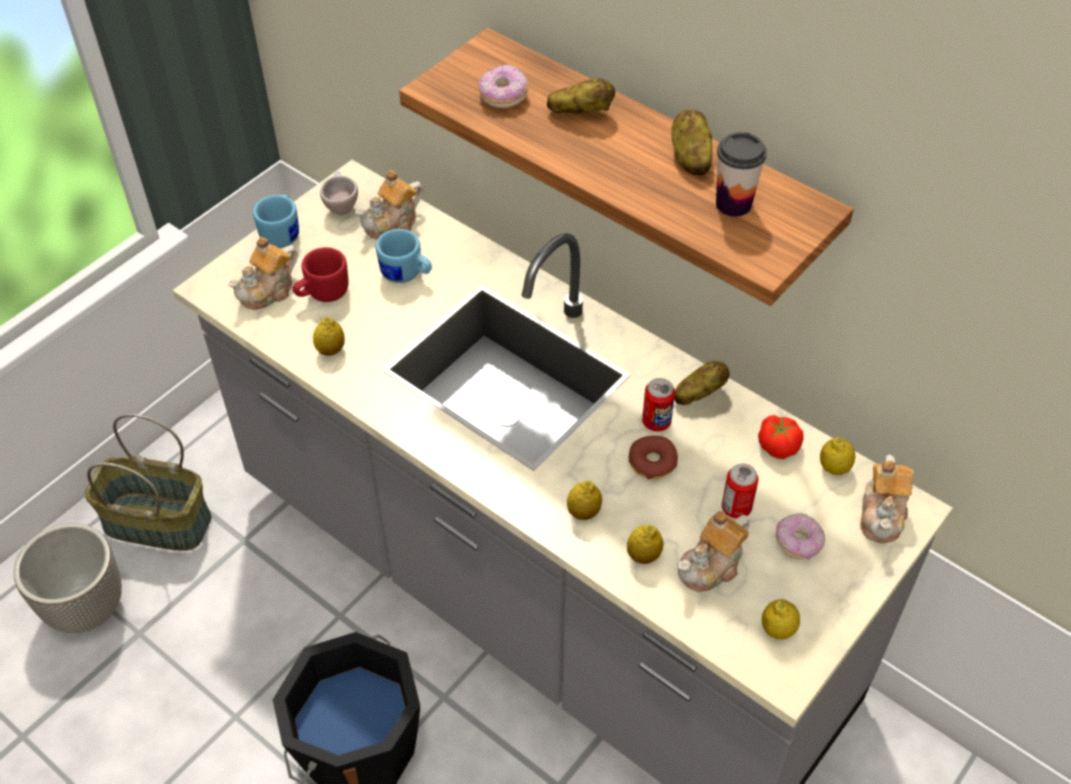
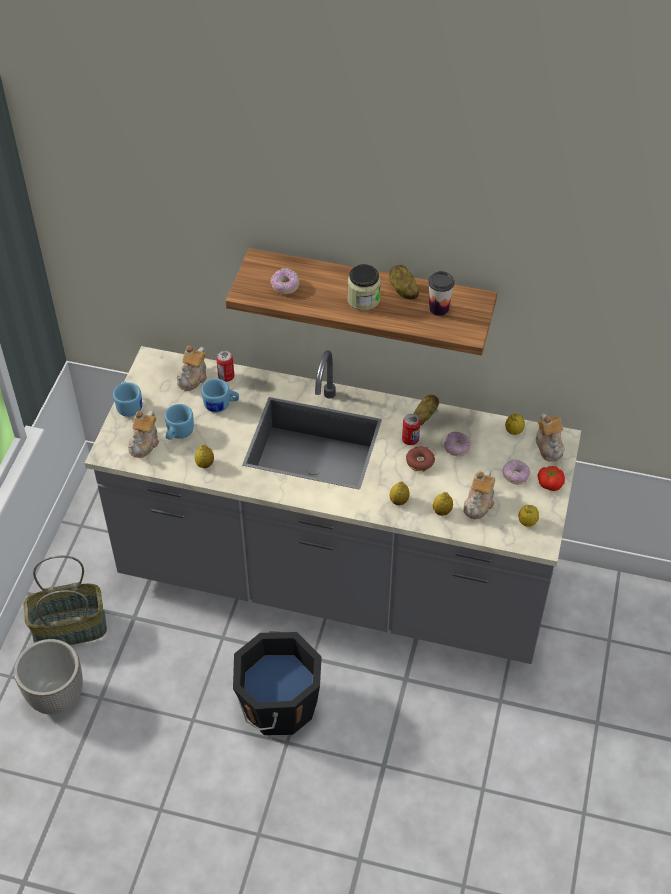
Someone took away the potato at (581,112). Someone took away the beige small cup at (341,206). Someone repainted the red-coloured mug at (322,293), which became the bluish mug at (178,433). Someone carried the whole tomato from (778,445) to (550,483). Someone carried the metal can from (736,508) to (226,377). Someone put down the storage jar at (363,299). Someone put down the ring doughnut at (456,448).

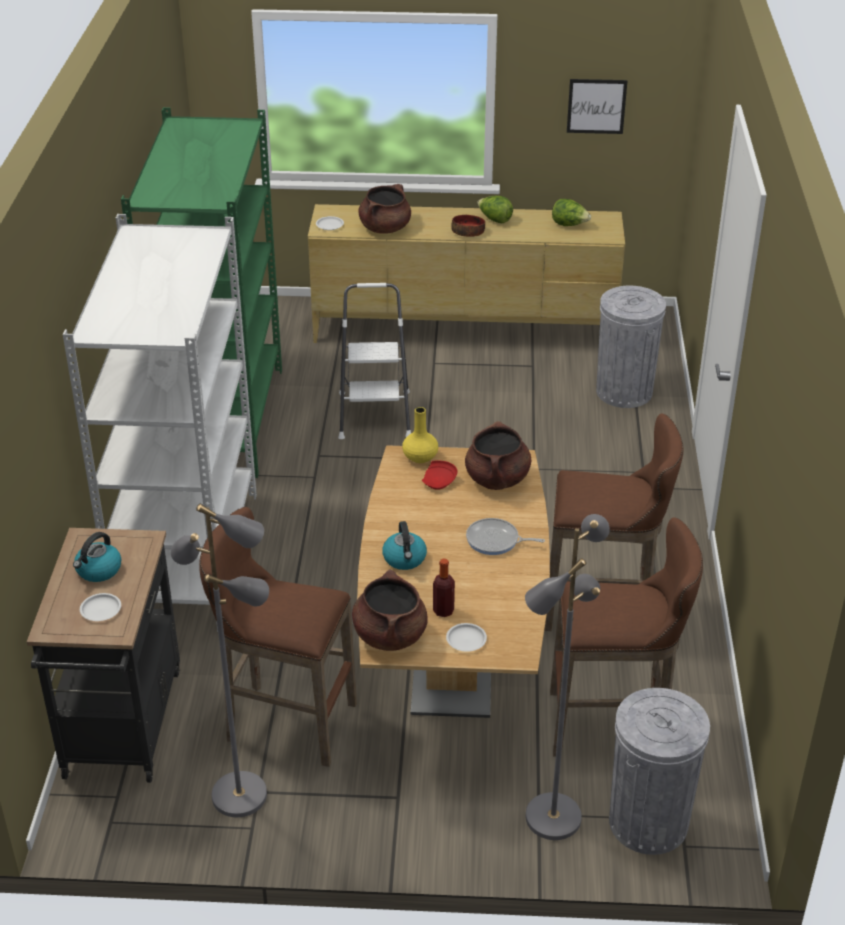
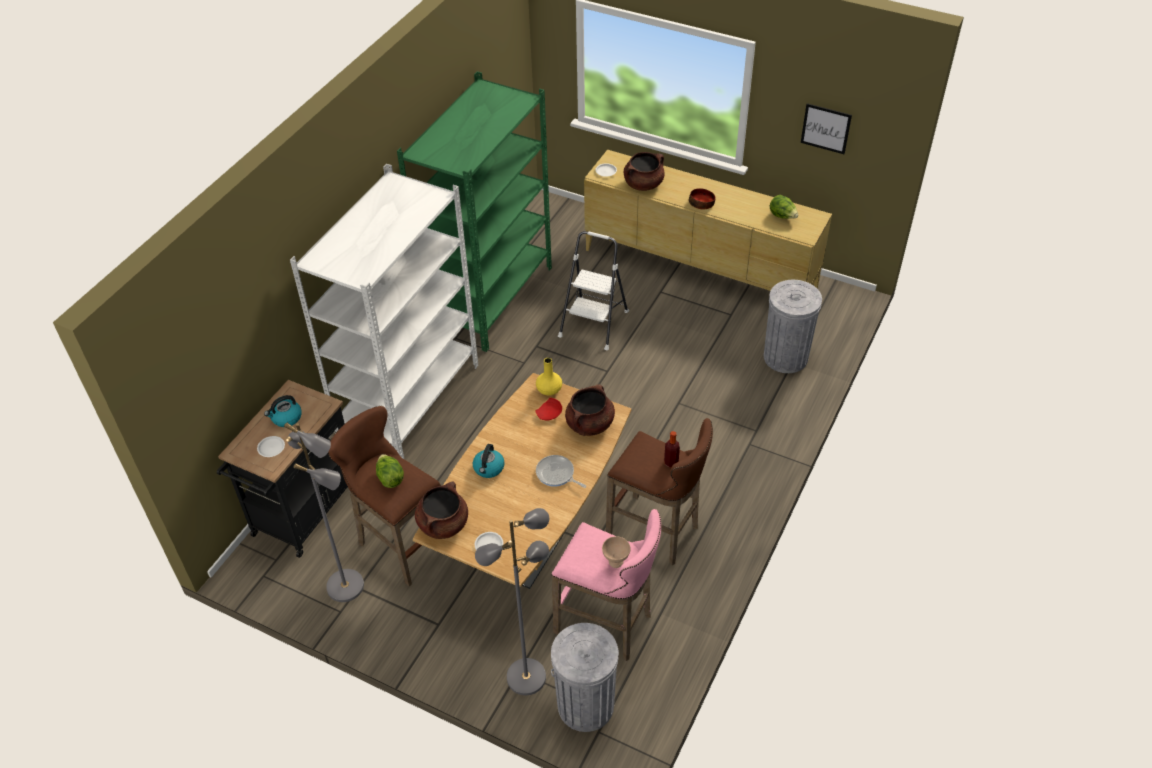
Someone carried the lettuce head from (494,220) to (390,478). Someone repainted the brownish stool at (613,725), which became the pink stool at (608,624). Someone carried the bottle from (443,611) to (671,462). Someone put down the beige deep dish at (616,561).

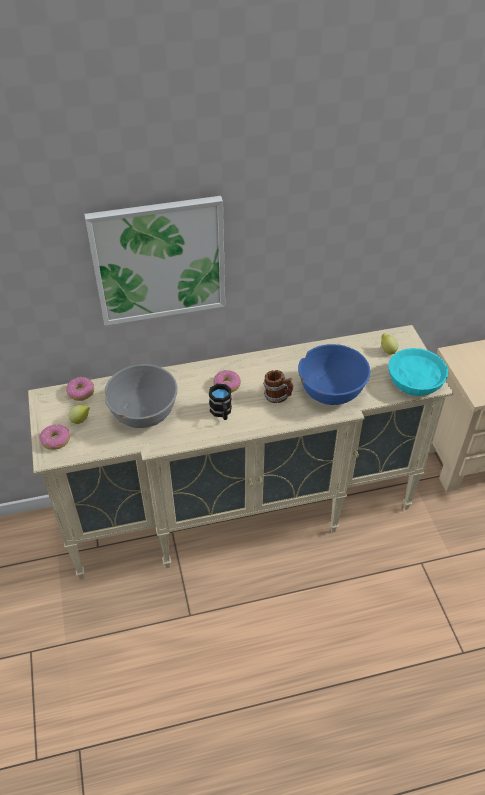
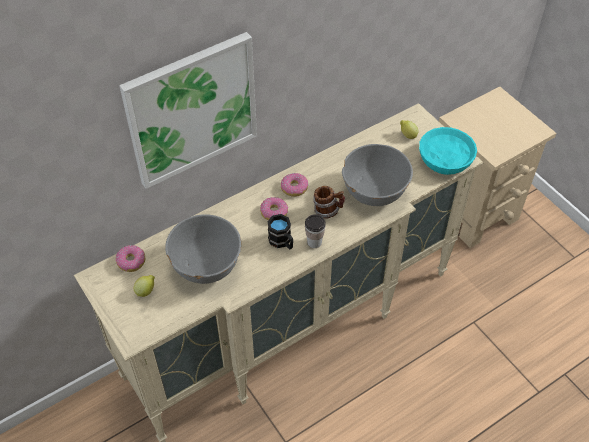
Someone repainted the bluish deep dish at (331,391), which became the greyish deep dish at (374,191). Someone carried the ring doughnut from (56,440) to (294,188). Someone put down the small cup at (314,242).

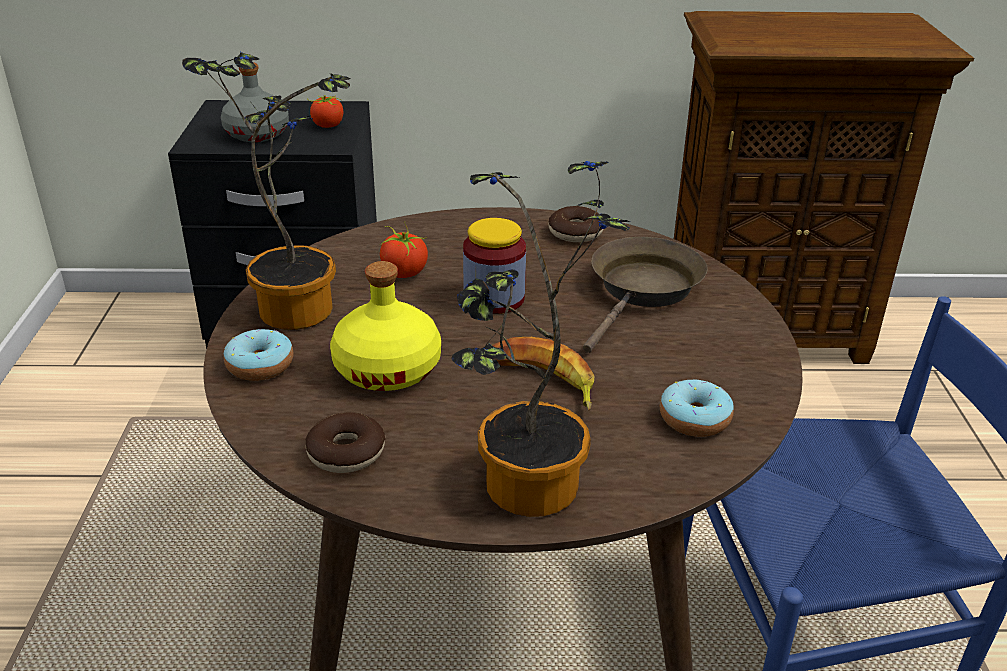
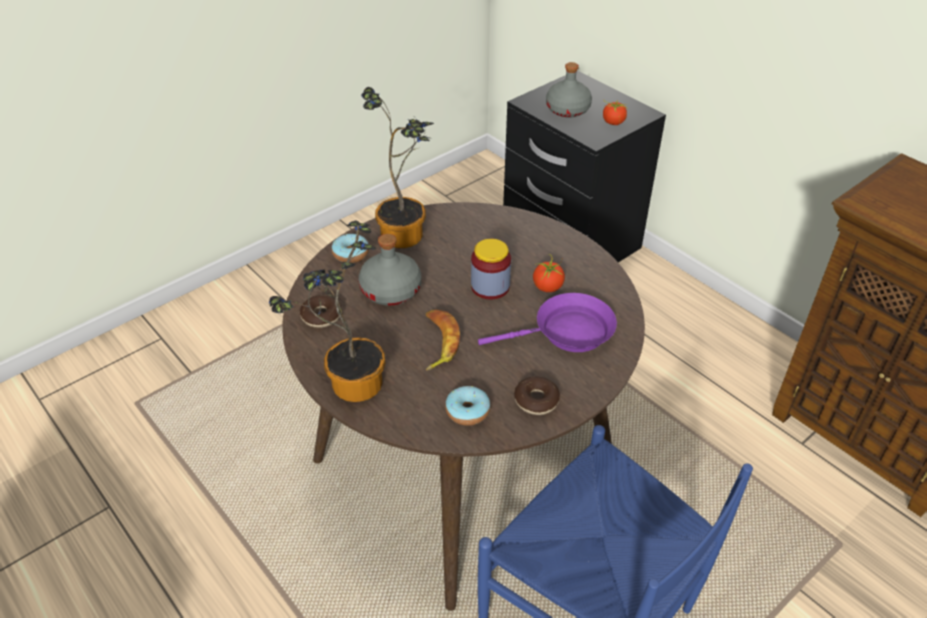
Someone carried the ring doughnut from (575,233) to (536,400). Someone carried the whole tomato from (404,273) to (547,287). Someone repainted the brownish skillet at (643,291), which became the purple skillet at (567,333). Someone repainted the yellow-coloured bottle at (387,368), which became the greyish bottle at (391,290).

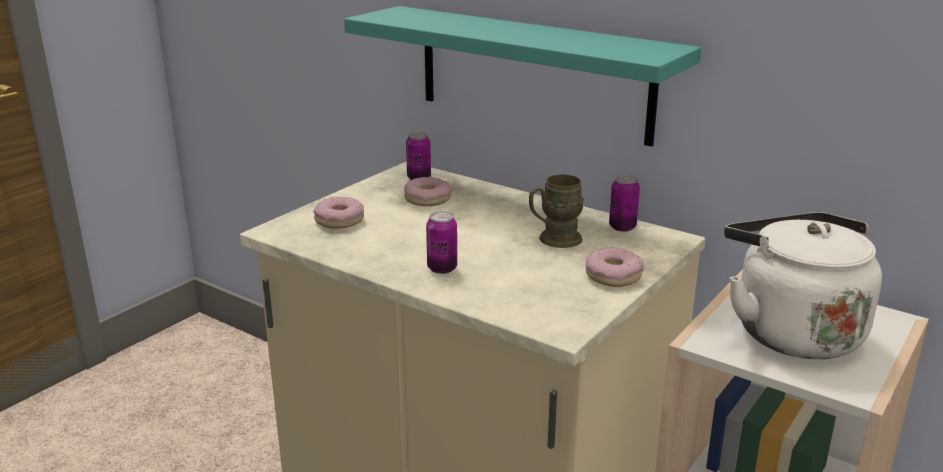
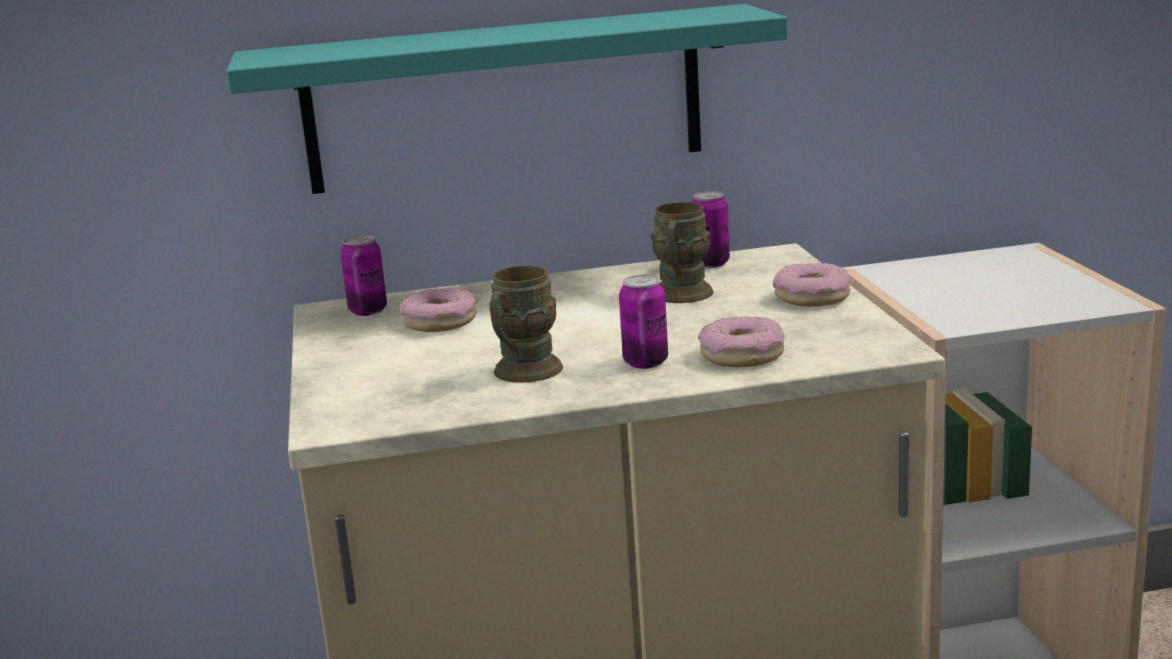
Someone carried the ring doughnut from (339,220) to (742,355). Someone took away the white-coloured kettle at (791,331). Someone put down the brownish mug at (522,374).

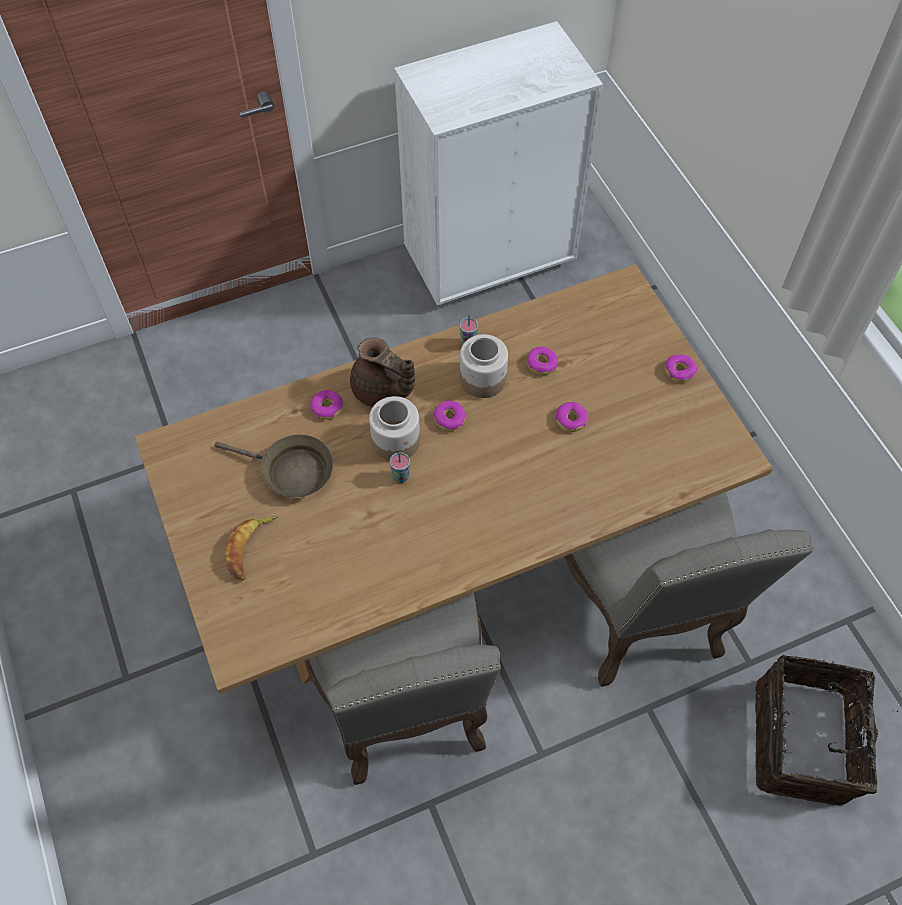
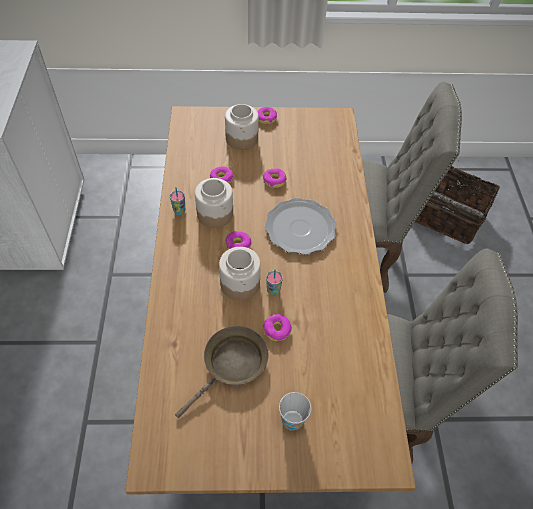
Someone took away the brownish tea pot at (382,391). Someone carried the ring doughnut from (327,408) to (277,330). Someone swapped the banana at (250,549) for the small cup at (292,420). Someone put down the storage jar at (242,138). Someone put down the dinner plate at (300,228).

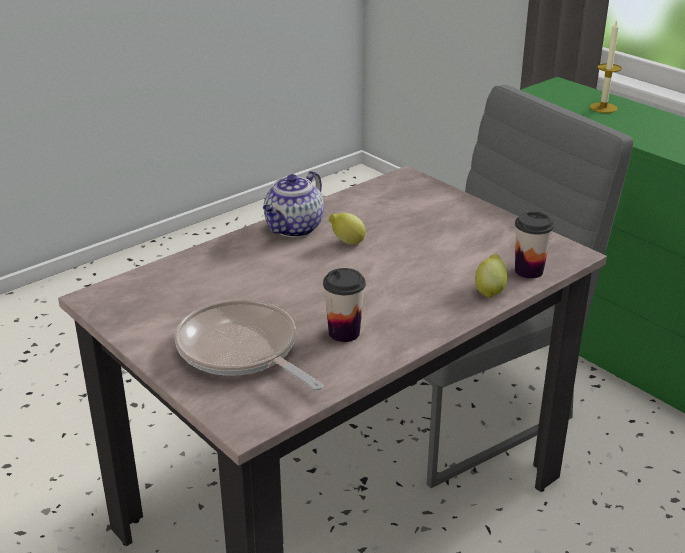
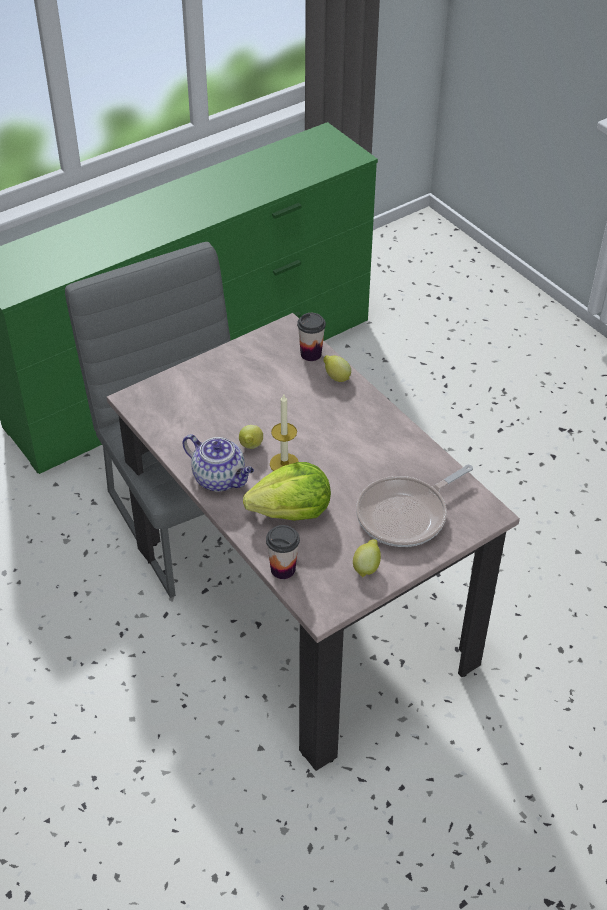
Someone carried the wax light from (603,108) to (284,464). Someone carried the small cup from (344,333) to (283,569). Someone put down the lettuce head at (291,511). Someone put down the whole lemon at (367,567).

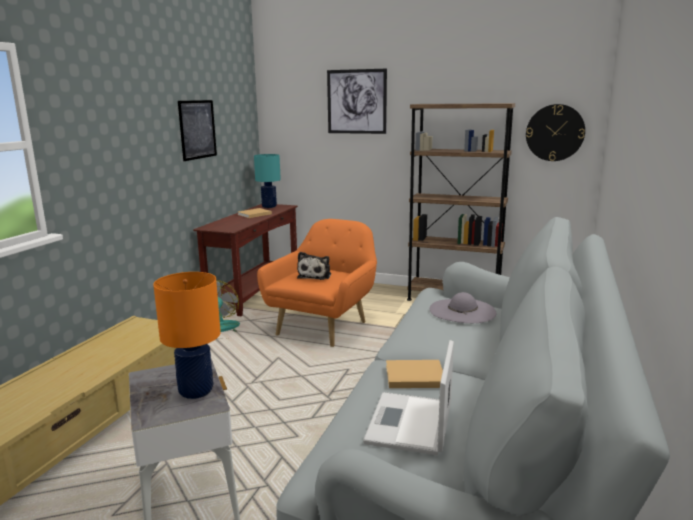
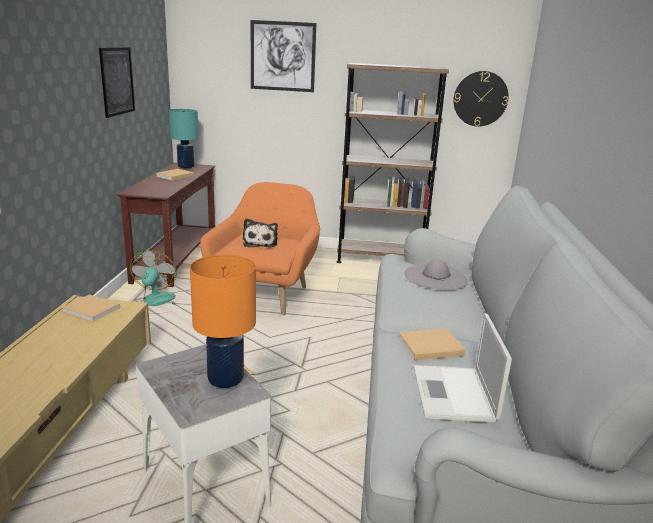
Someone put down the beige volume at (92,310).

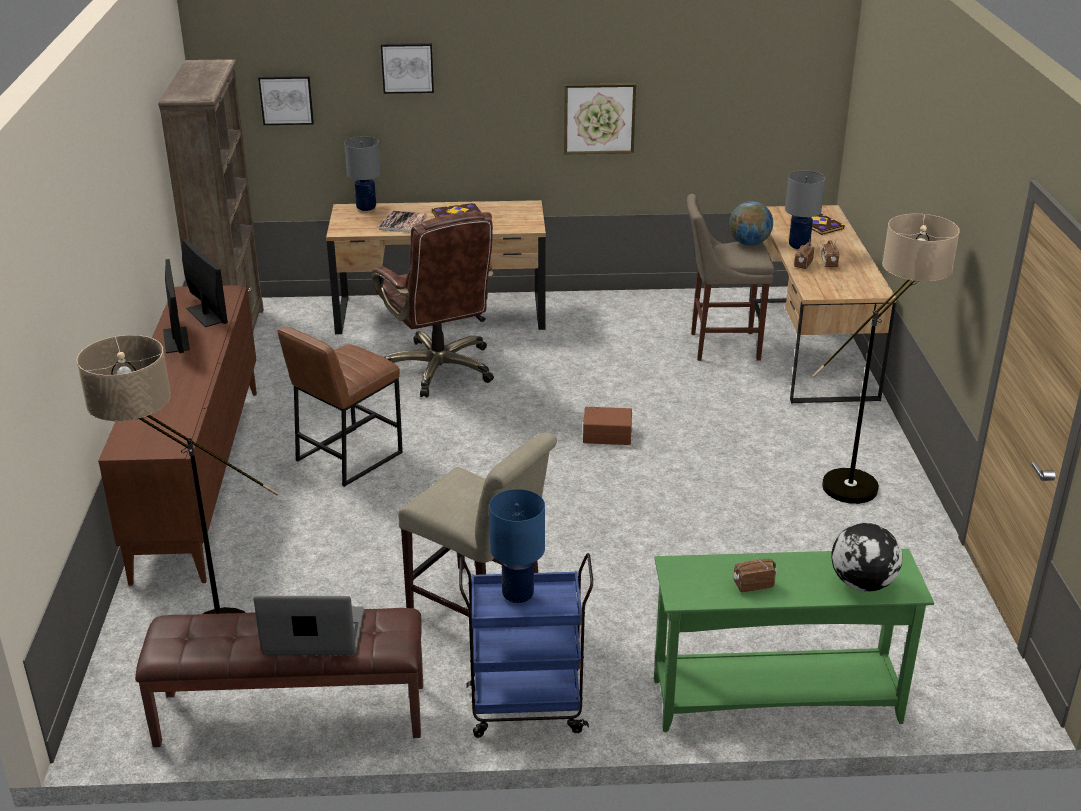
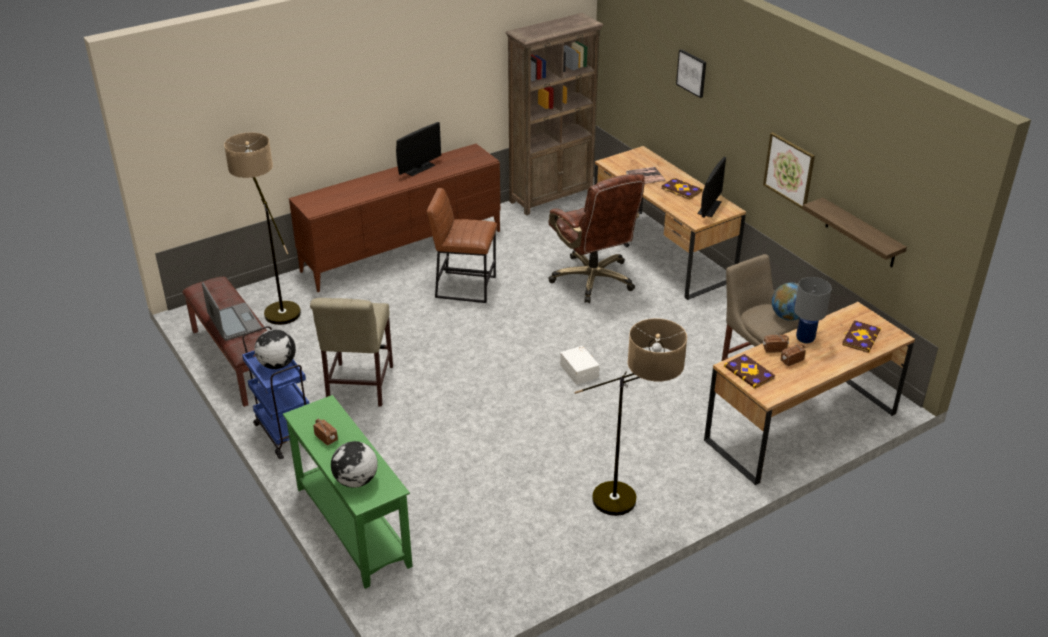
Someone took away the wall art at (286,100). Someone took away the greyish lamp for a table at (366,208). Someone rotated the brownish desk chair at (439,368) by 60 degrees counterclockwise. Someone carried the monitor from (206,315) to (709,207). Someone repainted the brownish storage box at (607,434), which became the white-coloured storage box at (580,371). Someone swapped the bluish lamp for a table at (517,596) for the world globe at (277,364). Someone put up the bracket shelf at (860,233). Someone put down the volume at (749,372).

